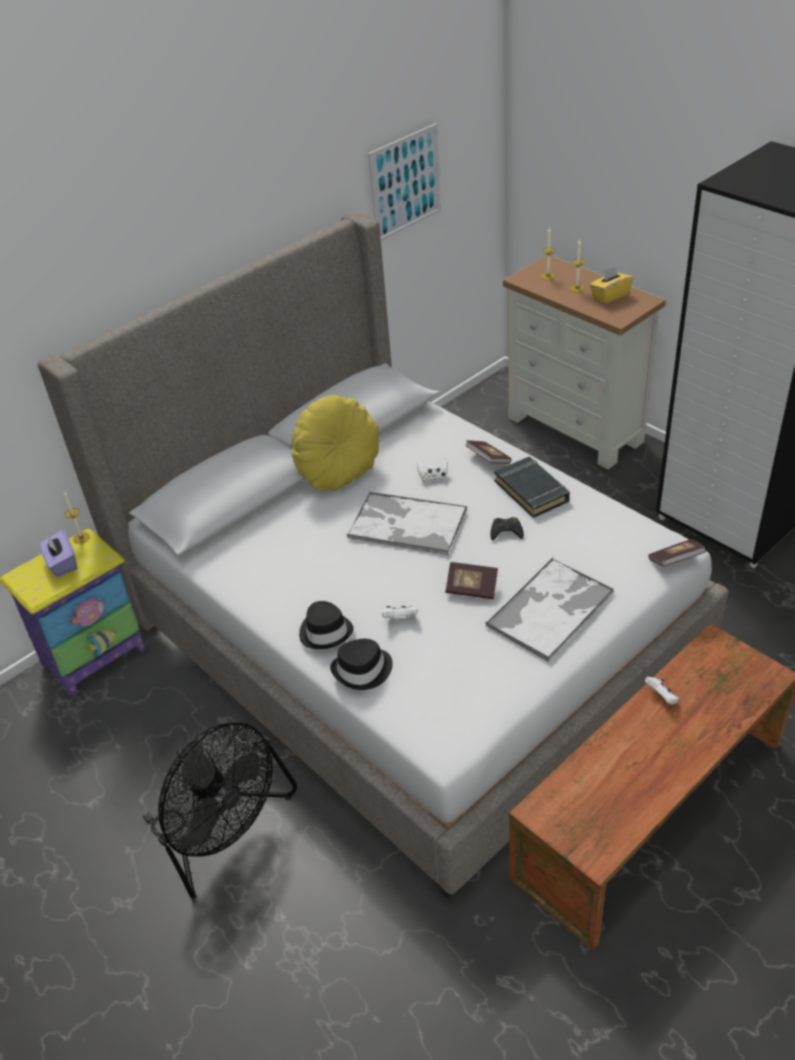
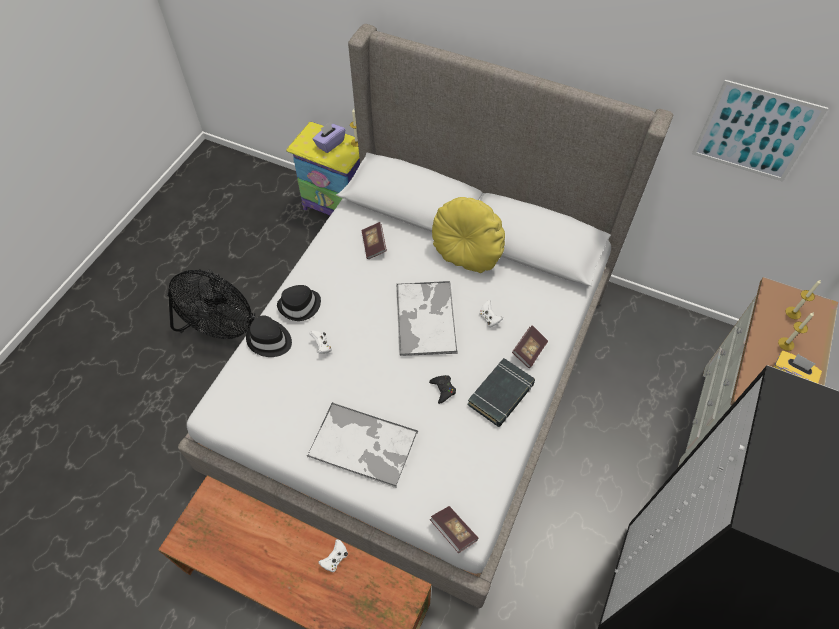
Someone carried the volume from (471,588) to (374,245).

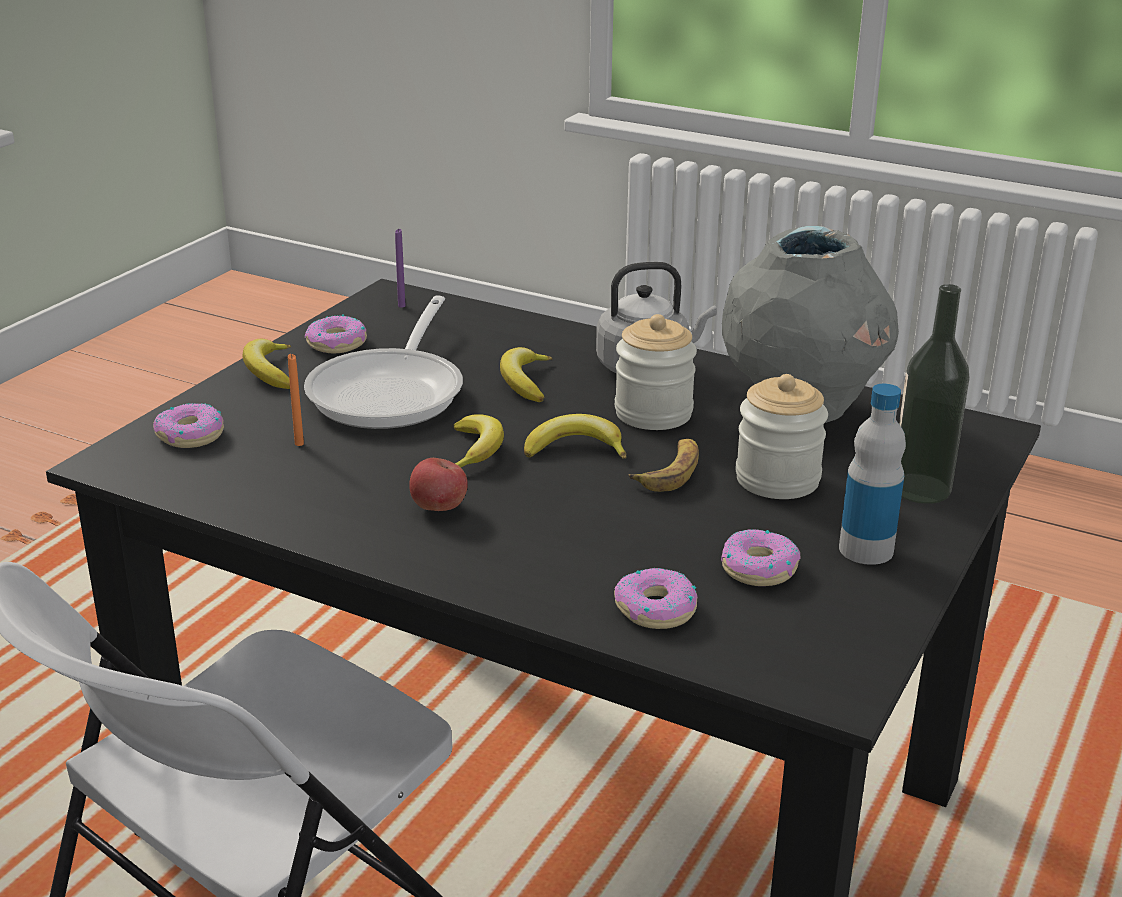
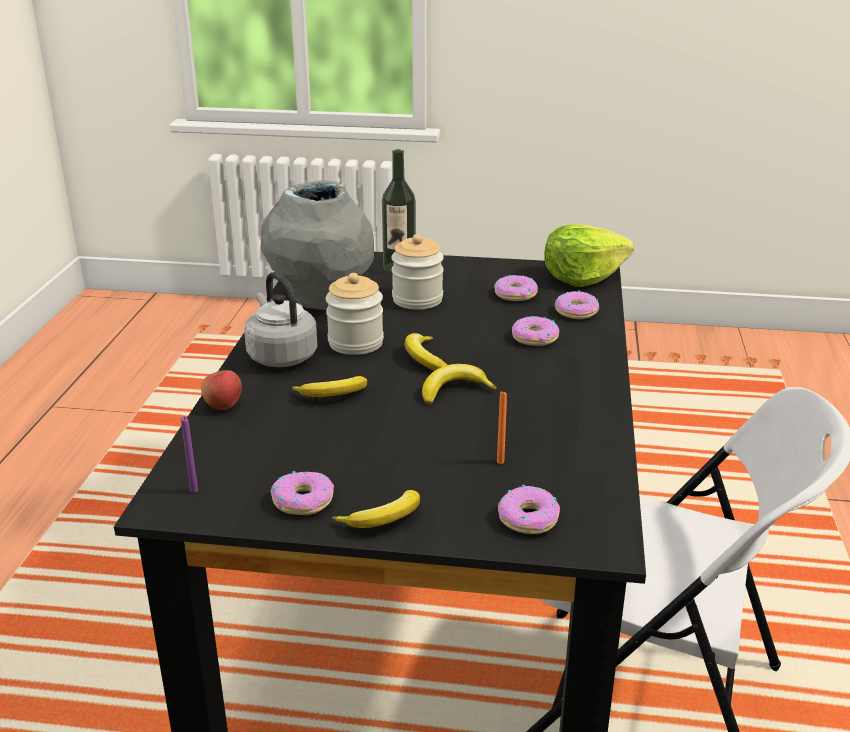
Someone took away the skillet at (392,392). Someone took away the bottle at (866,549). Someone took away the banana at (670,471). Someone carried the apple from (439,508) to (223,405). Someone put down the lettuce head at (582,277). Someone put down the ring doughnut at (534,338).

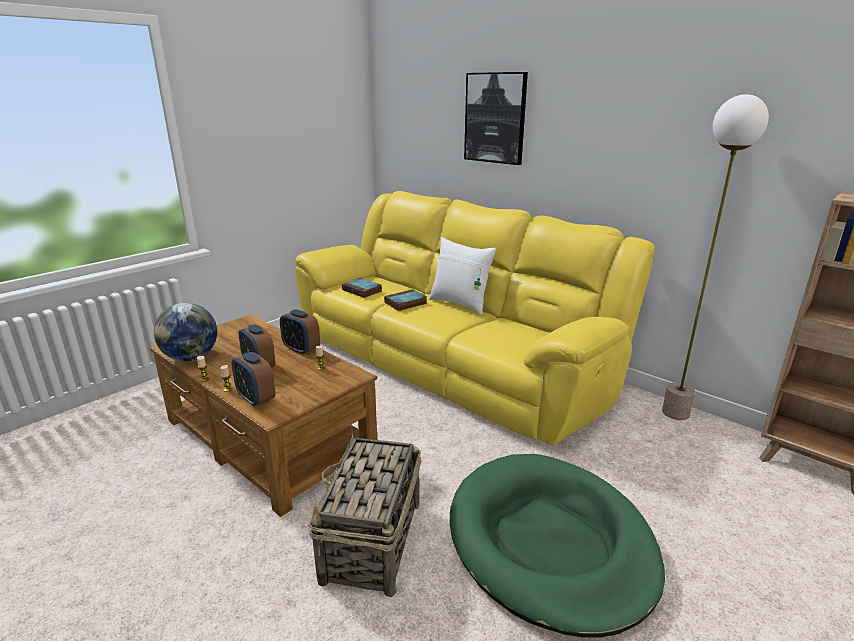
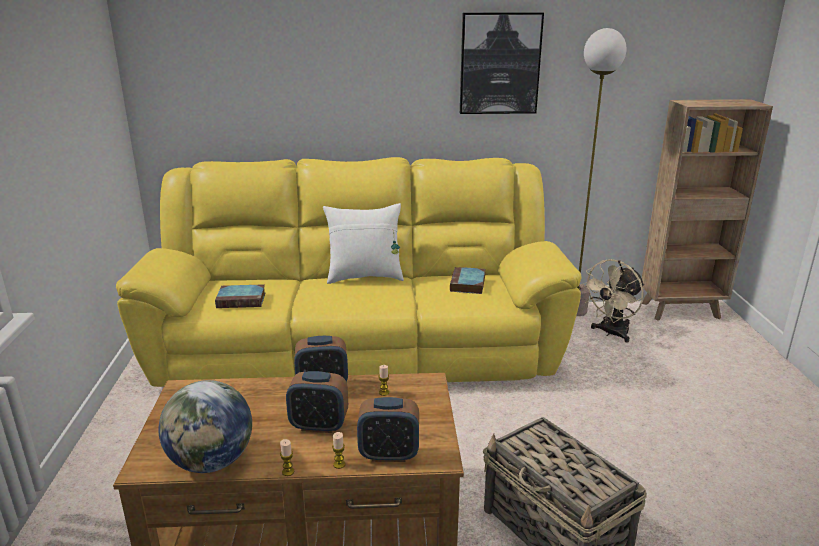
Someone carried the wall art from (495,118) to (499,64). Someone carried the volume from (405,303) to (468,284). Someone took away the green dog bed at (550,542). Someone put down the beige fan at (611,333).

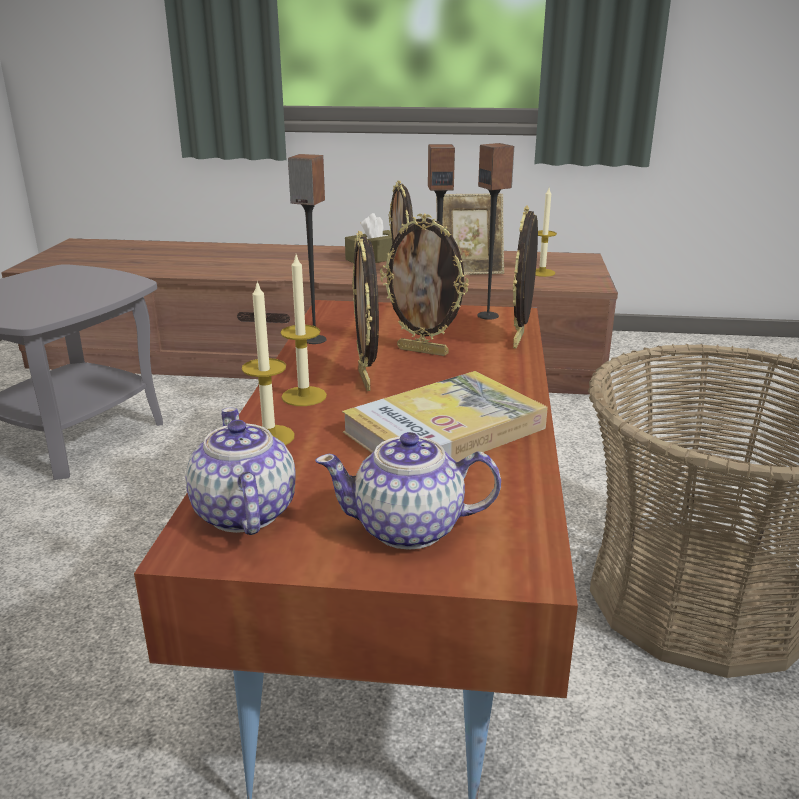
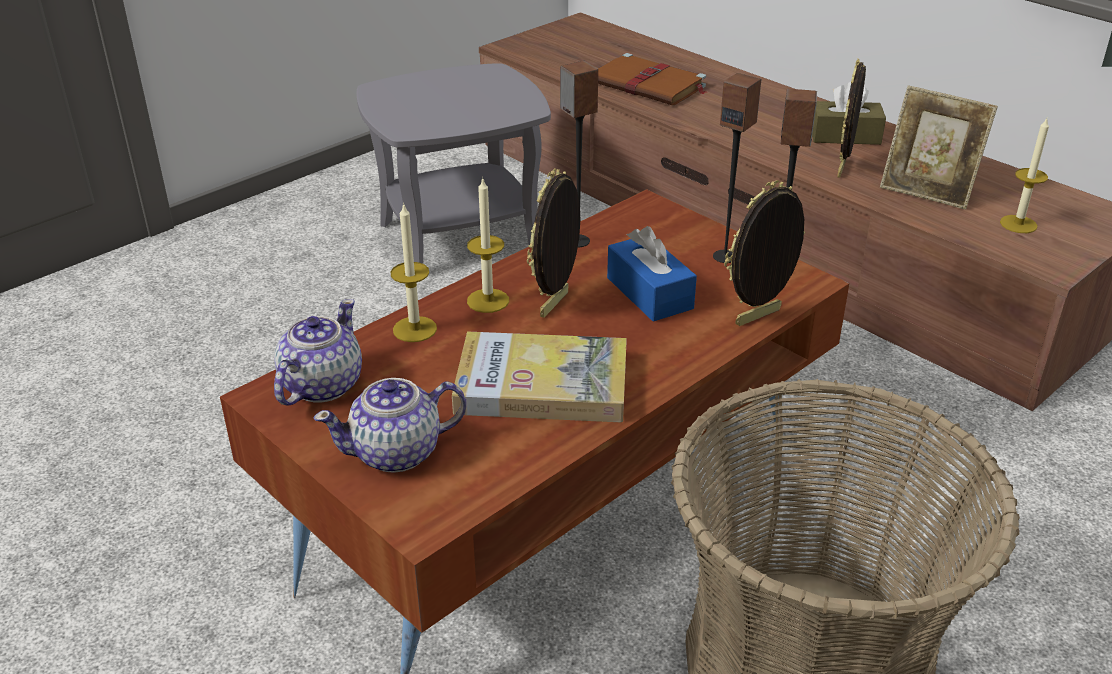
Someone swapped the standing frame at (423,351) for the bluish tissue box at (649,293). Someone rotated the tea pot at (410,528) by 60 degrees counterclockwise. Someone put down the brownish volume at (649,85).

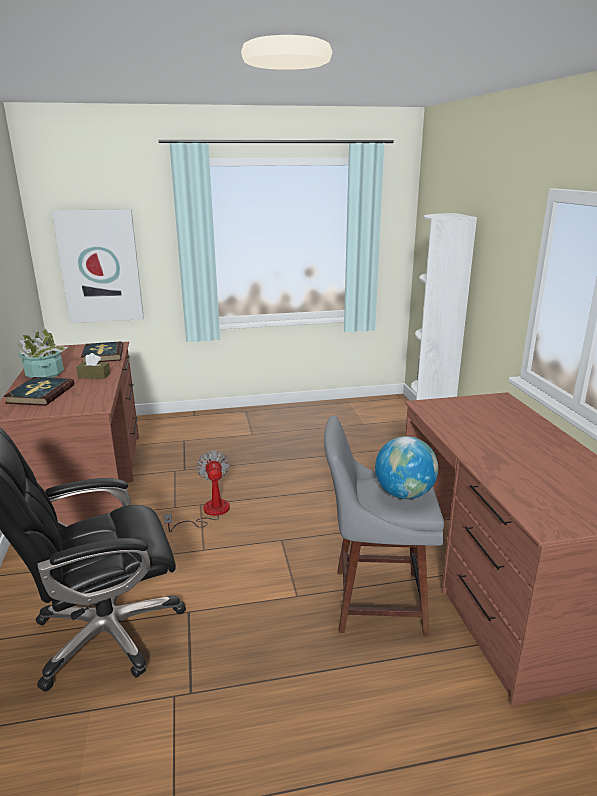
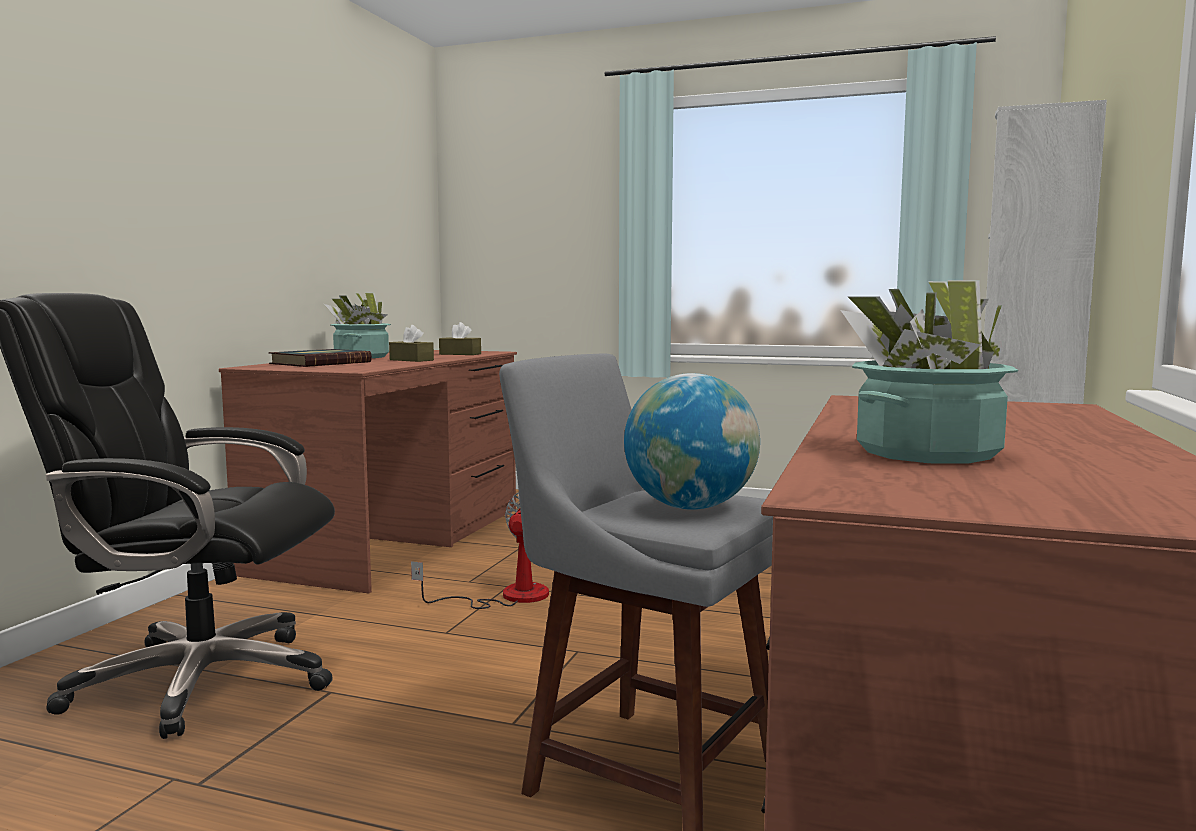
Someone took away the wall art at (100,266). Someone swapped the volume at (103,355) for the brownish tissue box at (460,354). Someone put down the plant in a pot at (926,452).

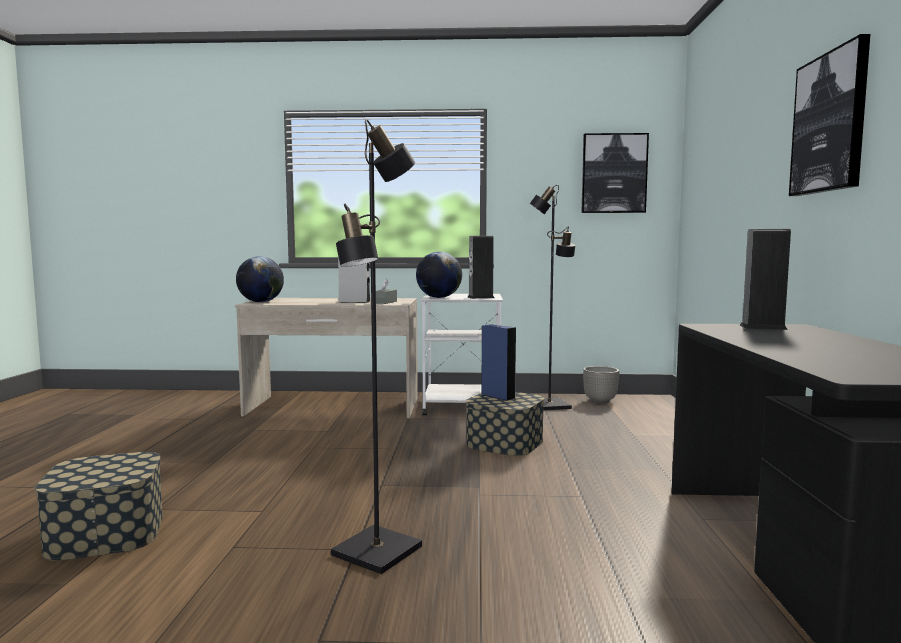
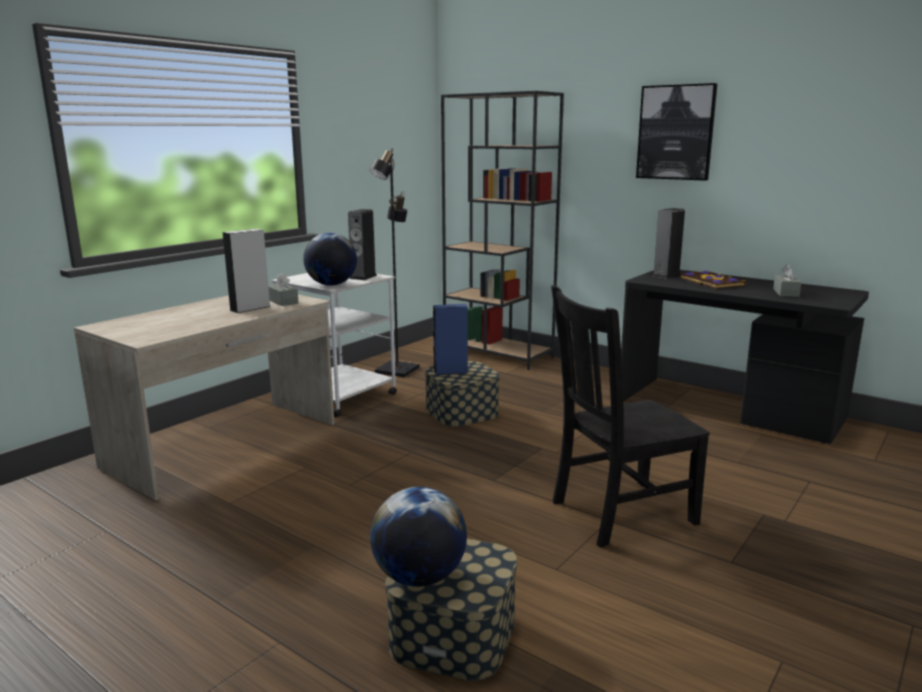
Someone swapped the black-coloured standard lamp at (376,551) for the black-coloured plain chair at (618,513). Someone took away the wall art at (614,173). Someone carried the world globe from (260,302) to (419,577). Someone took away the flower pot at (600,401). Someone put down the bookshelf at (498,354). Someone put down the greyish tissue box at (785,292). Someone put down the volume at (710,282).

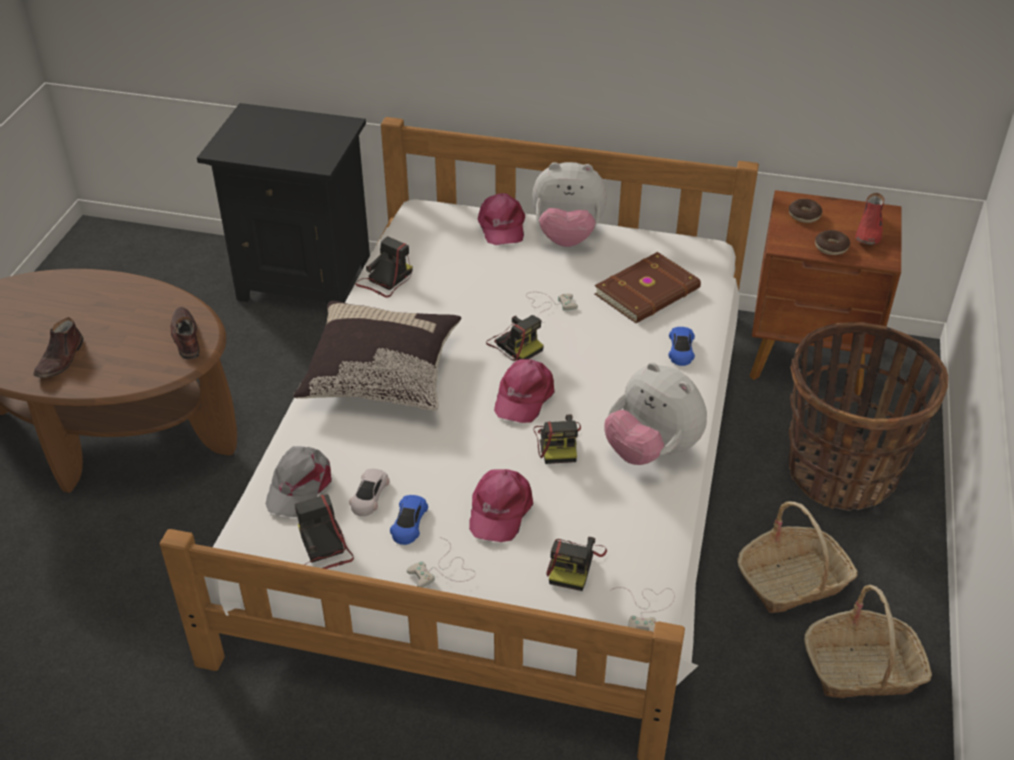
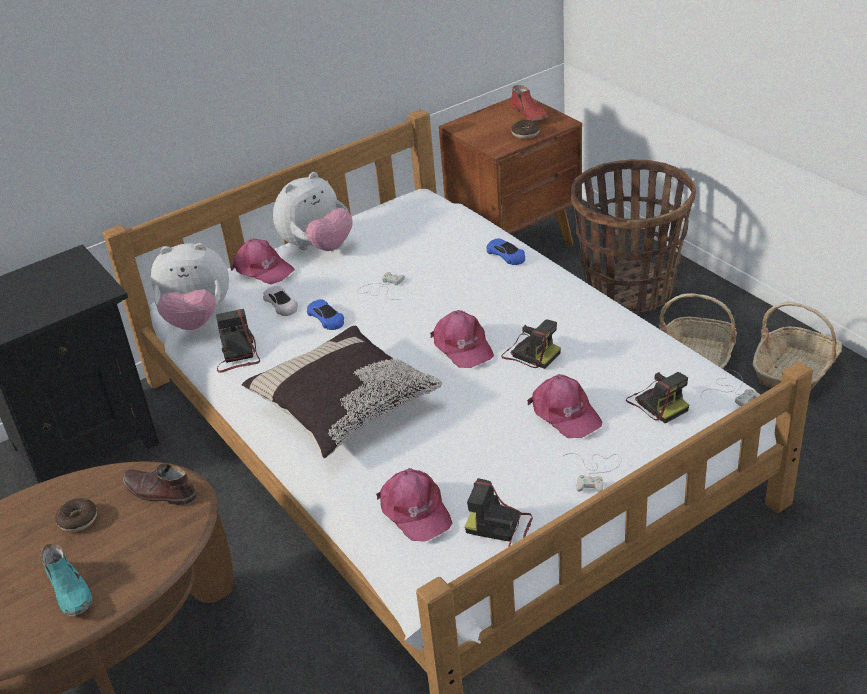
Someone carried the ring doughnut from (804,215) to (78,520). Someone took away the brownish volume at (649,292). Someone took away the still camera at (515,344). Someone repainted the brownish item of footwear at (61,359), which became the blue-green item of footwear at (70,591). Someone carried the cuddly toy from (651,450) to (197,319). Someone repainted the greyish cap at (299,486), which became the pink cap at (414,510). Someone carried the white-coloured miniature car from (369,495) to (281,304). Someone carried the bluish miniature car from (409,523) to (326,318).

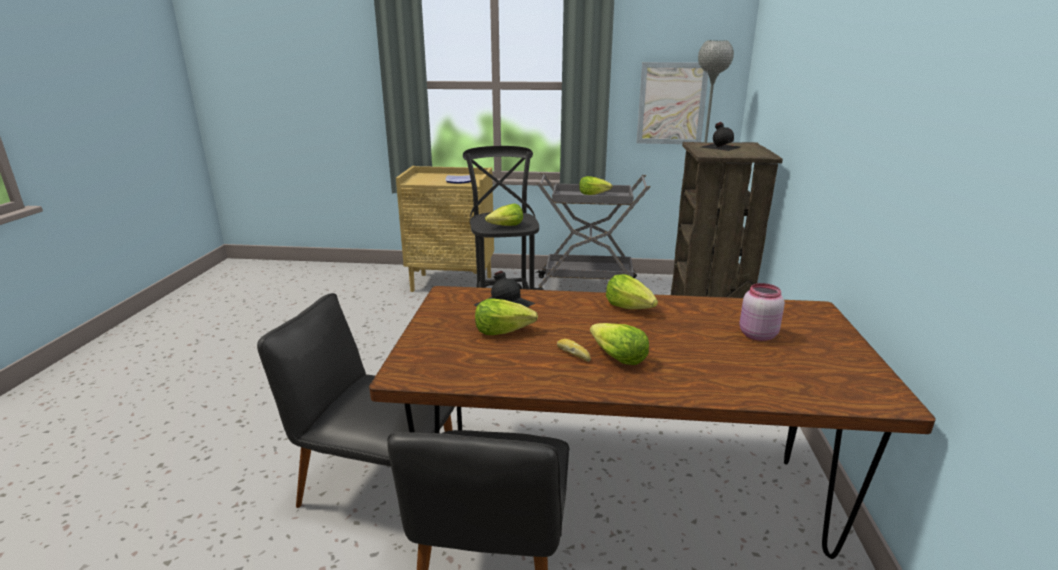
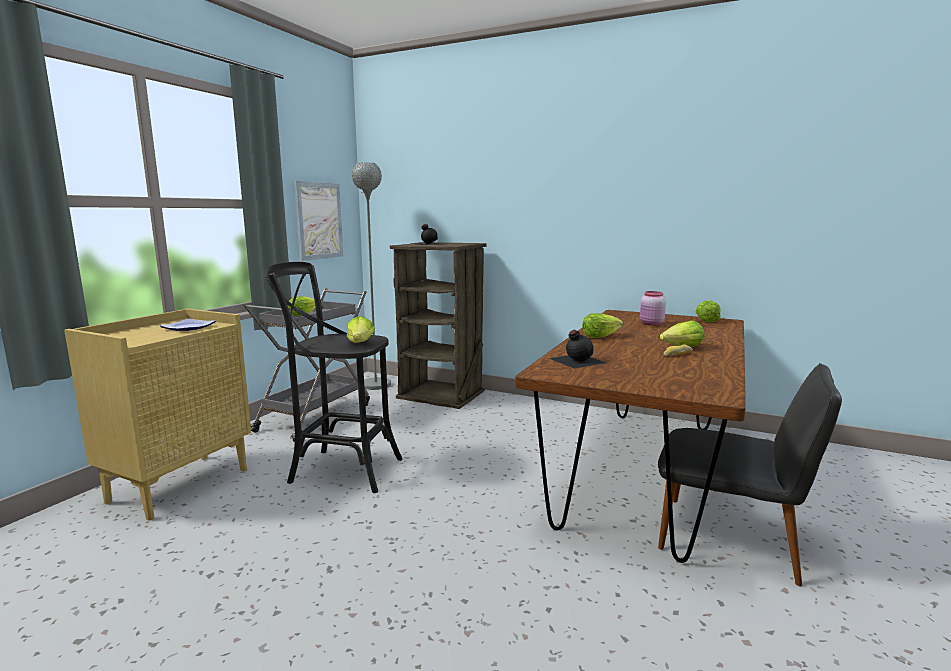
Someone took away the black-coloured plain chair at (380,482). Someone carried the lettuce head from (503,331) to (706,320).

